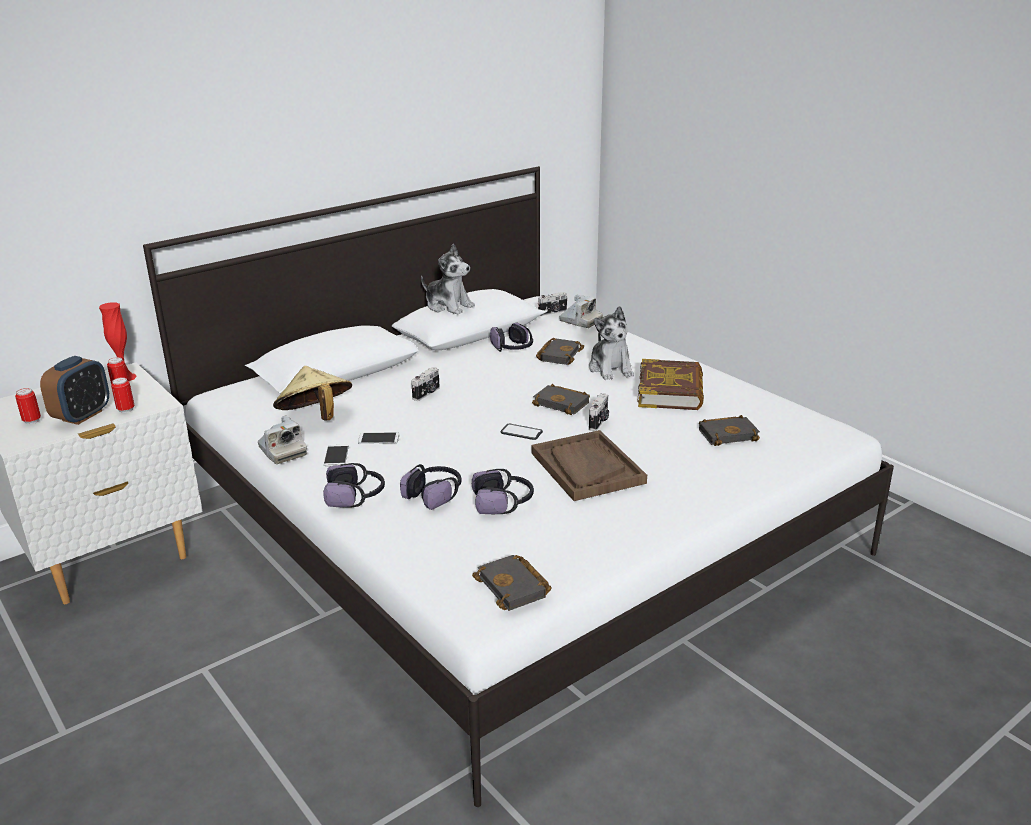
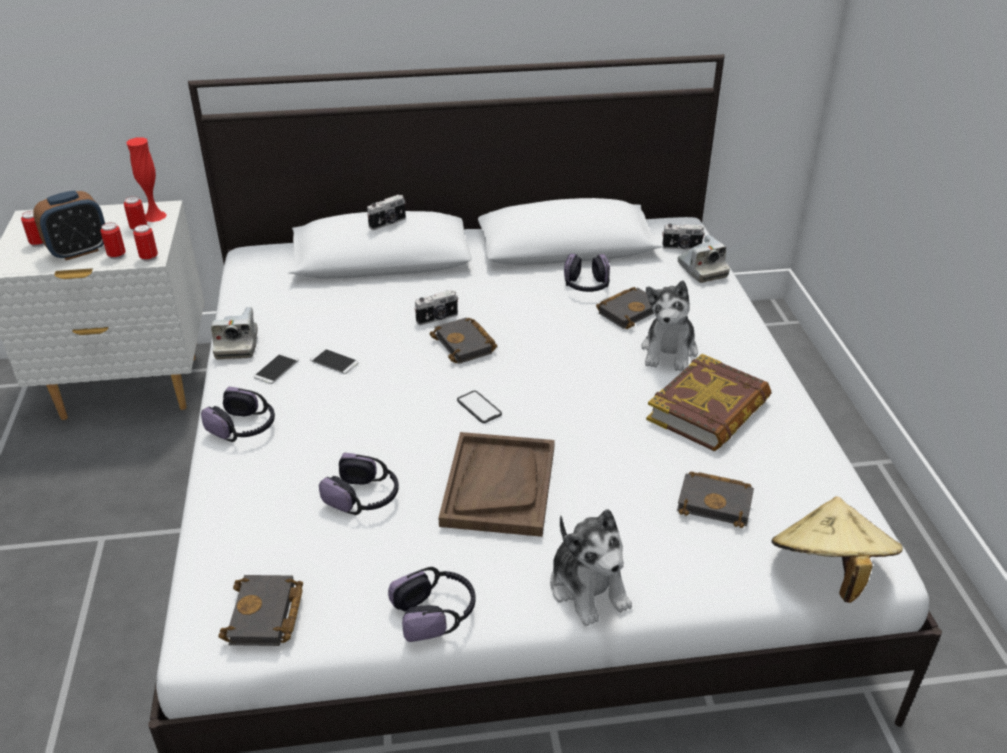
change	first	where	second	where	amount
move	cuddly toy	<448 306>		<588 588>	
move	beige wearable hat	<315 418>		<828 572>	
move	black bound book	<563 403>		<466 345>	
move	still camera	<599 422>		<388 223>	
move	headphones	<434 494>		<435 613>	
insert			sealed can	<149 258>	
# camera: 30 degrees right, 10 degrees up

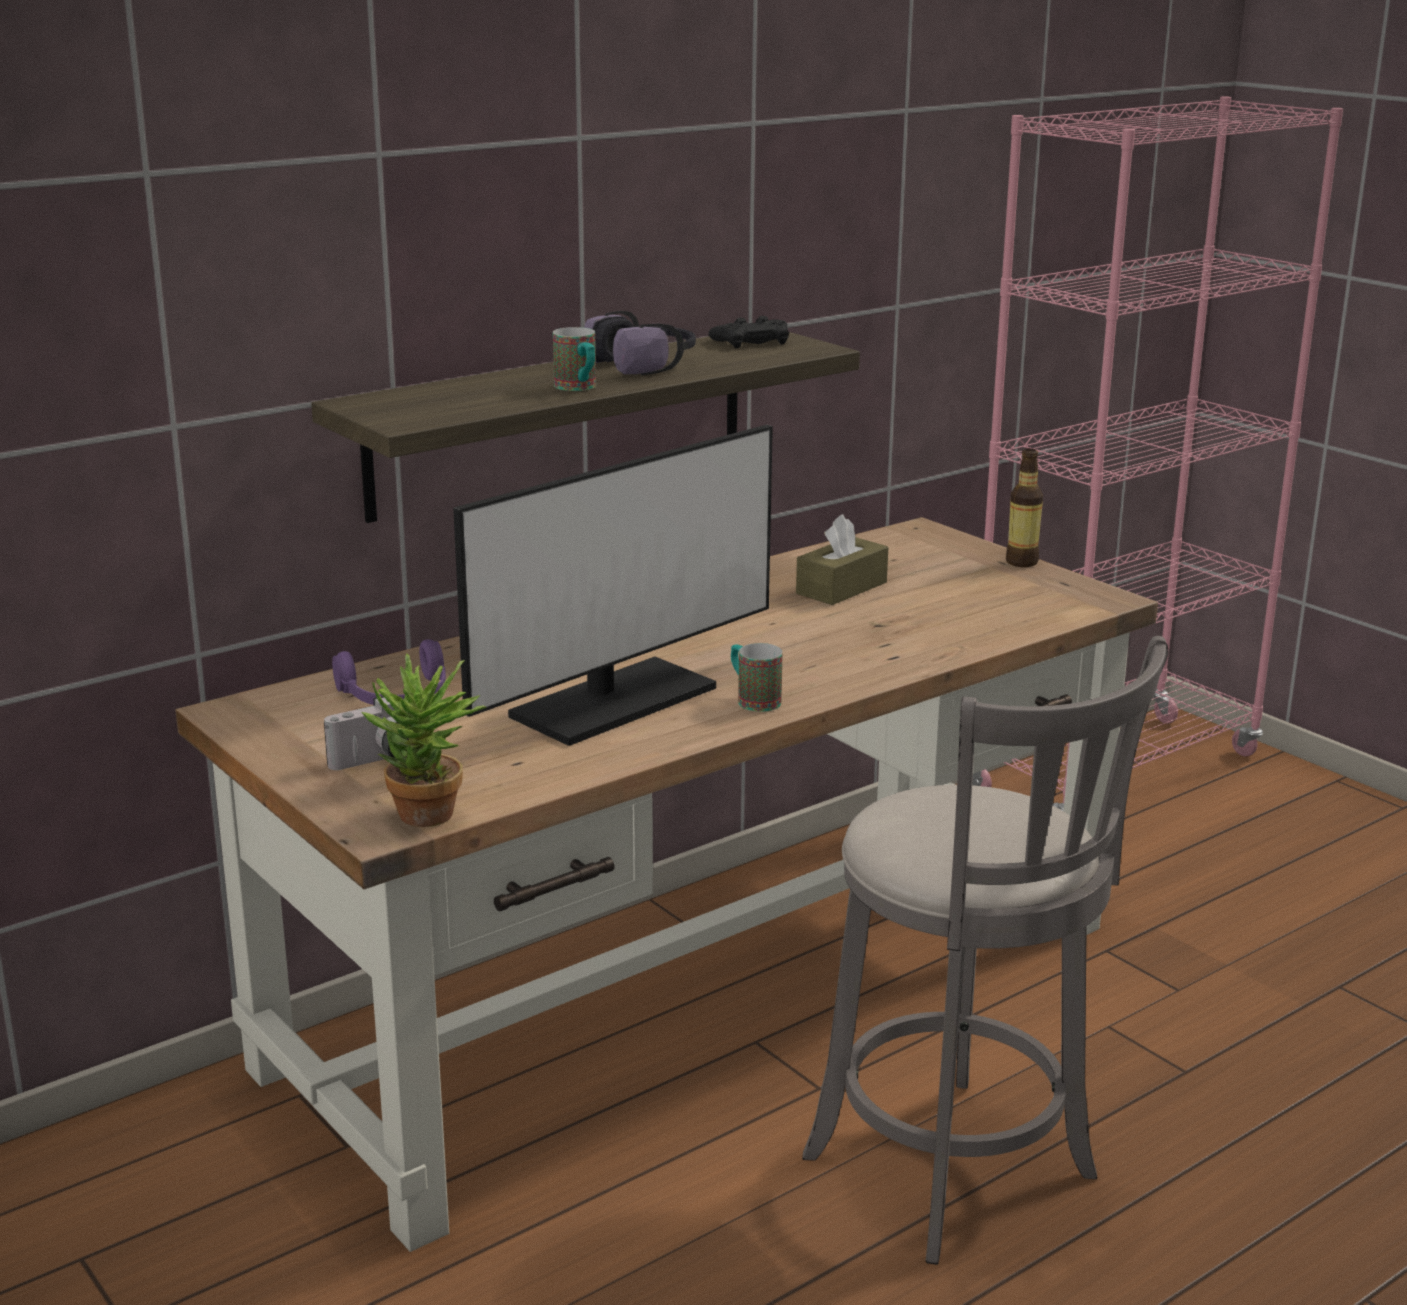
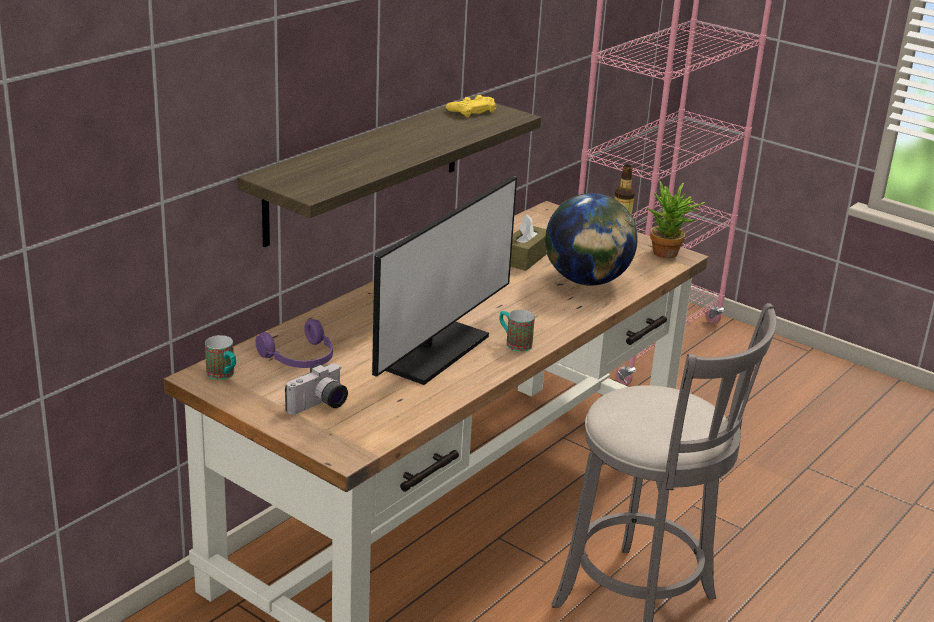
change	first	where	second	where	amount
delete	headphones	<645 365>			
recolor	black game controller	<750 341>	yellow game controller	<472 111>	
move	mug	<579 388>		<223 376>	
move	potted plant	<429 820>		<668 255>	
insert			globe	<586 281>	
# camera: 15 degrees left, 5 degrees up

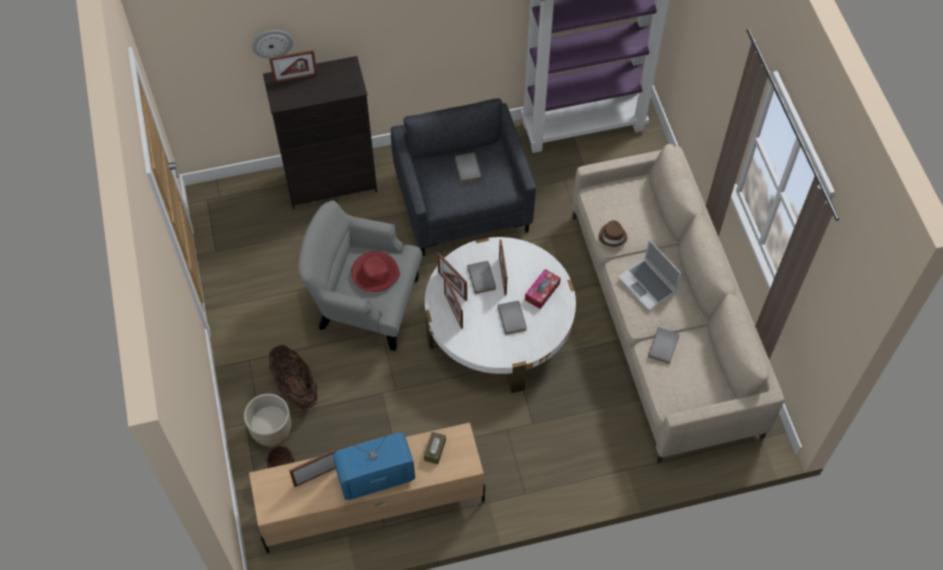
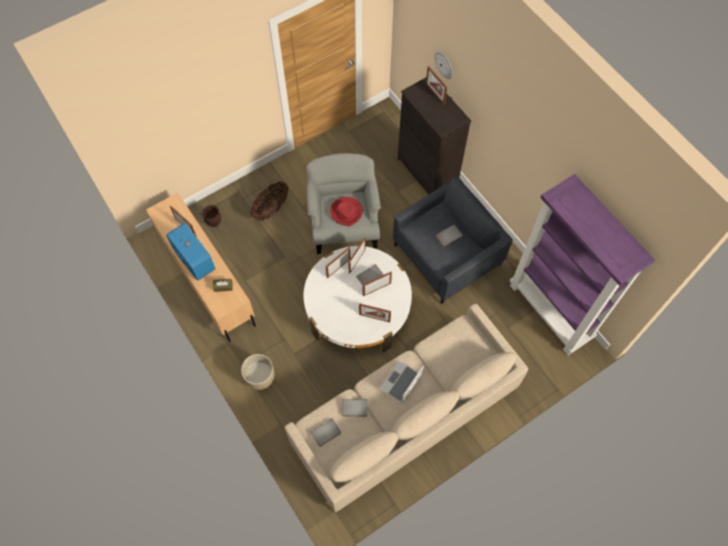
change	first	where	second	where	amount
delete	brown wearable hat	<613 236>			
replace	tissue holder	<542 292>	picture frame	<374 318>	
move	greyish bound book	<513 318>		<326 433>	
move	beige plant pot	<272 431>		<260 378>	
# camera: 70 degrees right, 5 degrees up

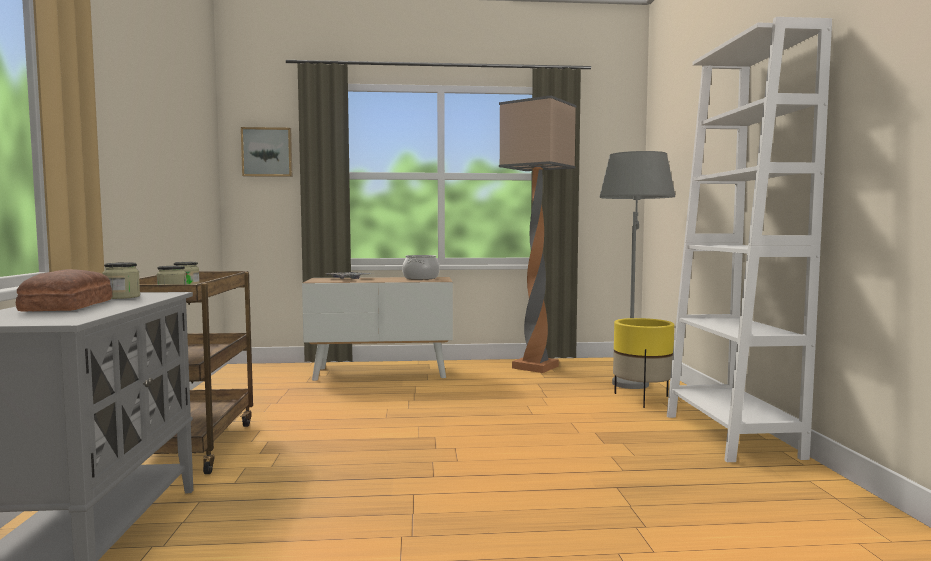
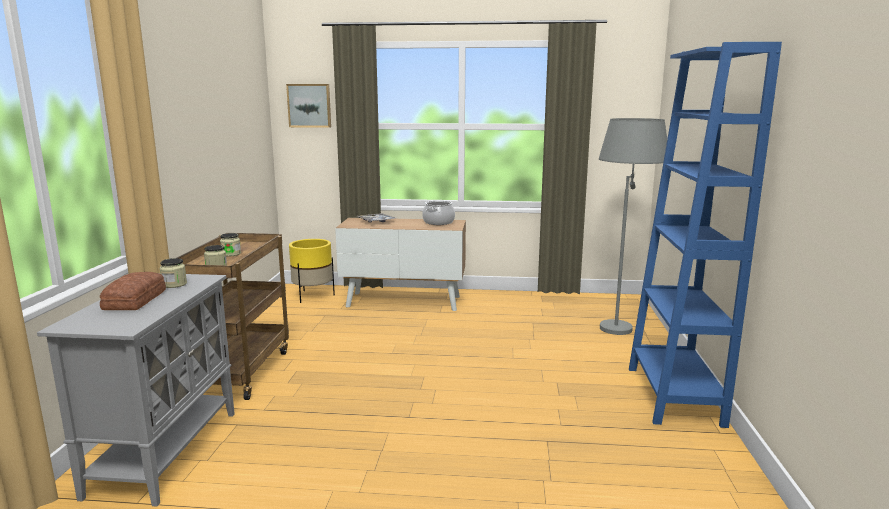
change	first	where	second	where	amount
recolor	whitish shelving unit	<730 435>	blue-coloured shelving unit	<674 395>	
delete	standard lamp	<537 367>			
move	yellow plant pot	<641 399>		<312 296>	
# camera: 10 degrees right, 10 degrees up

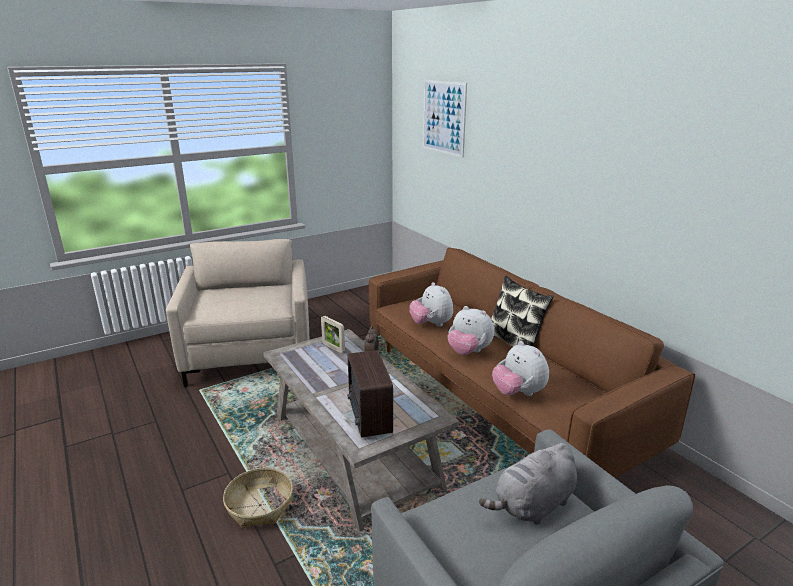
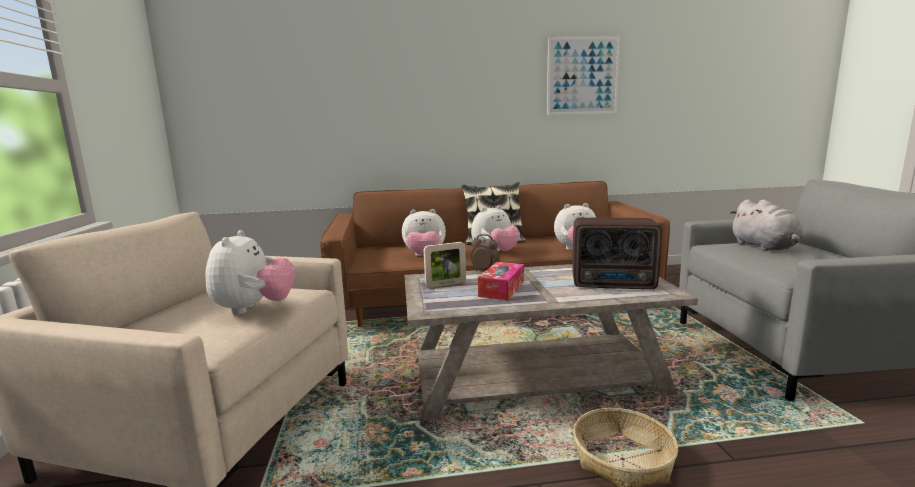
change	first	where	second	where	amount
move	wall art	<444 117>		<582 76>	
insert			cuddly toy	<254 309>	
insert			tissue holder	<501 289>	
# camera: 65 degrees left, 10 degrees down

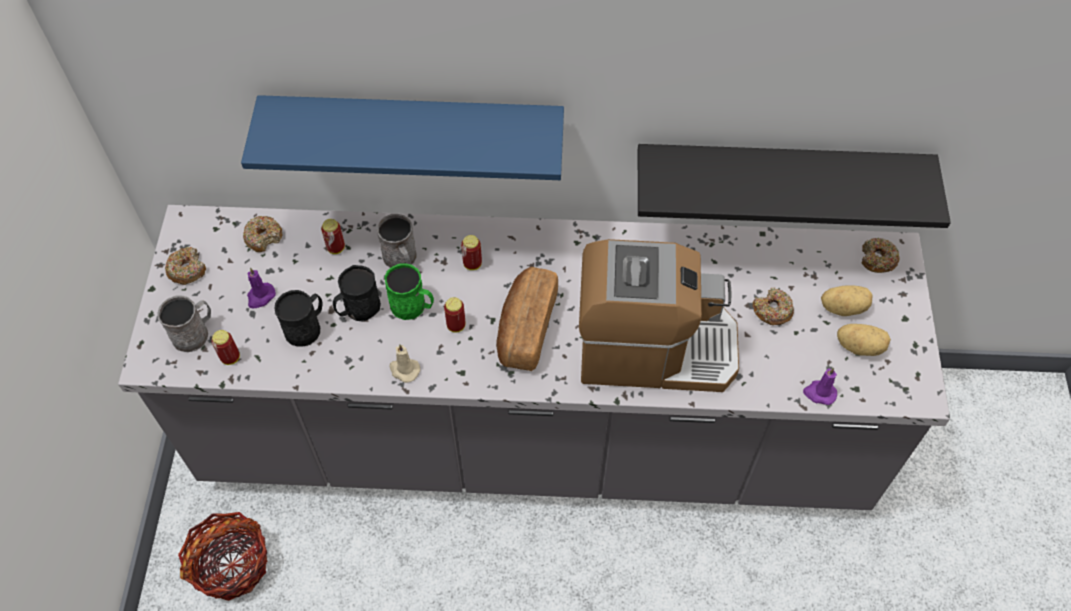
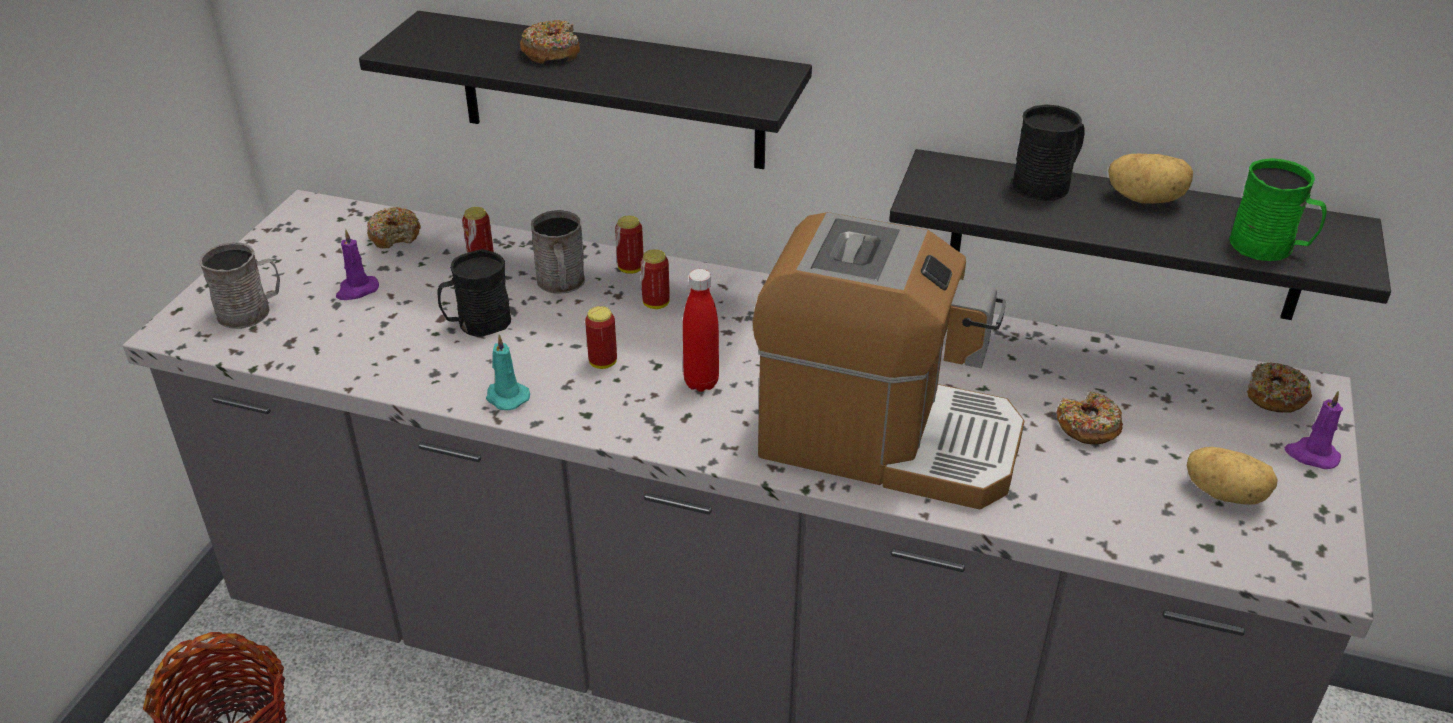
change	first	where	second	where	amount
recolor	blue-coloured shelf	<414 129>	black shelf	<610 91>	
move	ring doughnut	<187 269>		<551 52>	
move	greenish mug	<412 306>		<1270 247>	
replace	bakery bread	<525 328>	reddish beverage bottle	<701 382>	
move	spud	<843 307>		<1145 198>	
move	black mug	<306 327>		<1047 183>	
move	sealed can	<230 358>		<630 268>	
recolor	beige wax light	<404 370>	turquoise-coloured wax light	<506 397>	
move	purple wax light	<819 393>		<1311 455>	
# camera: 15 degrees right, 20 degrees down

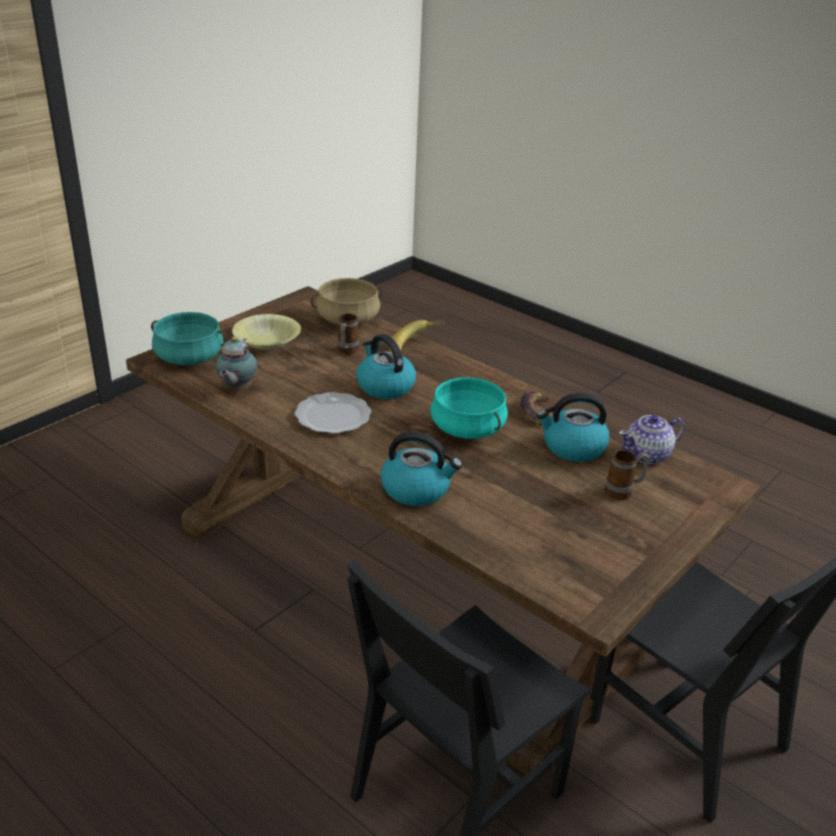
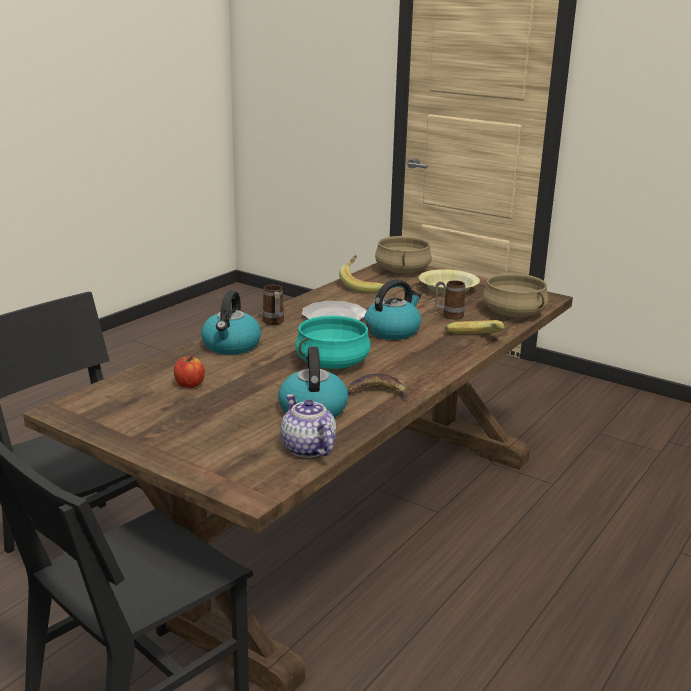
change	first	where	second	where	amount
recolor	turquoise-coloured cooking pot	<190 357>	beige cooking pot	<403 271>	
replace	teapot	<236 389>	whole banana	<362 286>	
move	mug	<623 492>		<274 323>	
insert			apple	<189 384>	
# camera: 85 degrees right, 10 degrees down

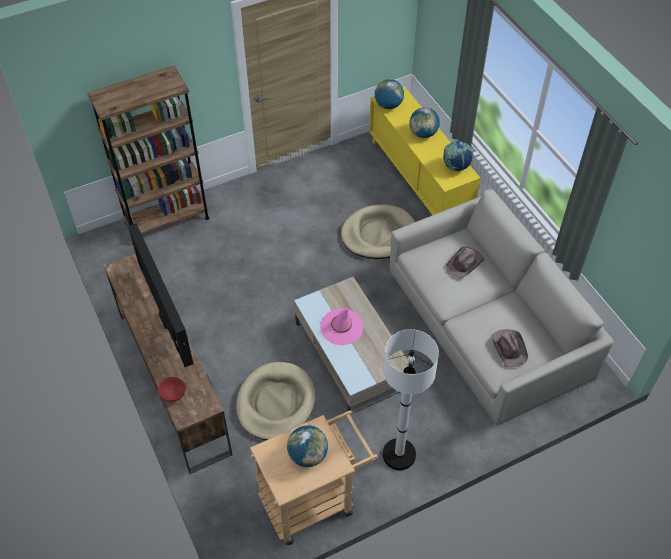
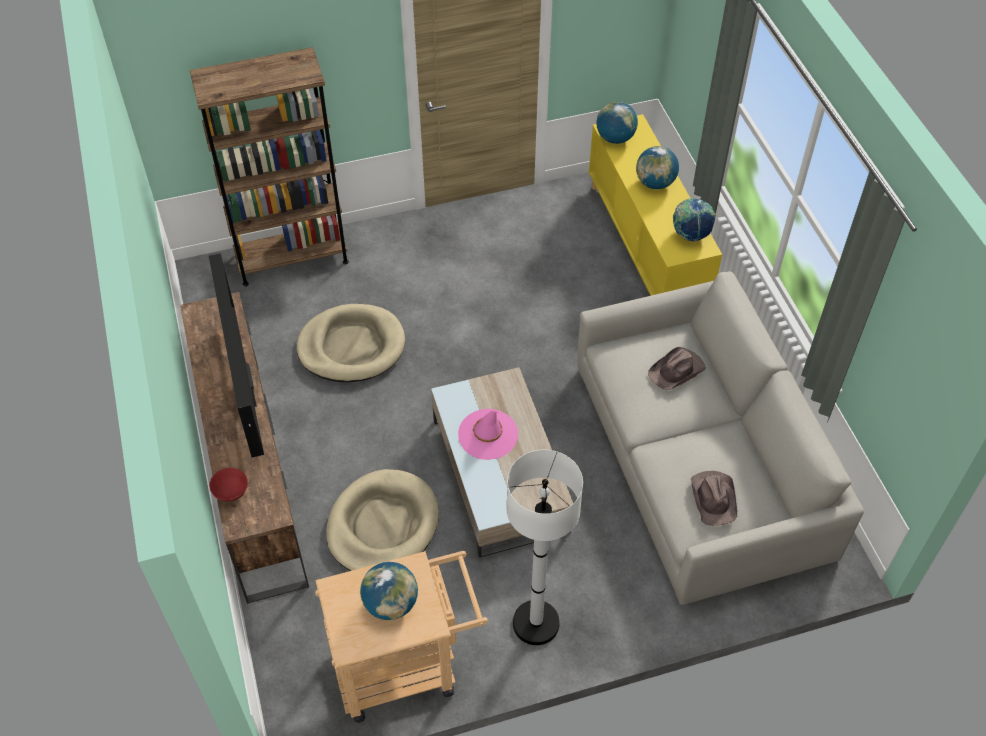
change	first	where	second	where	amount
move	beige dog cushion	<378 234>		<351 346>	
# camera: 10 degrees right, 0 degrees up

